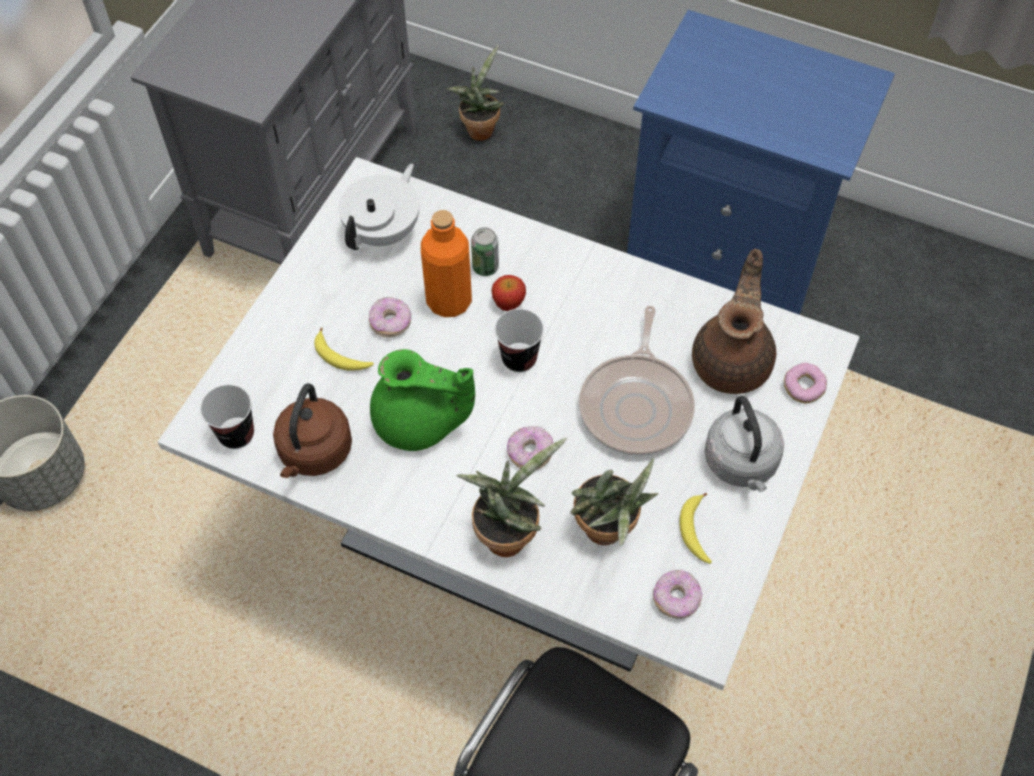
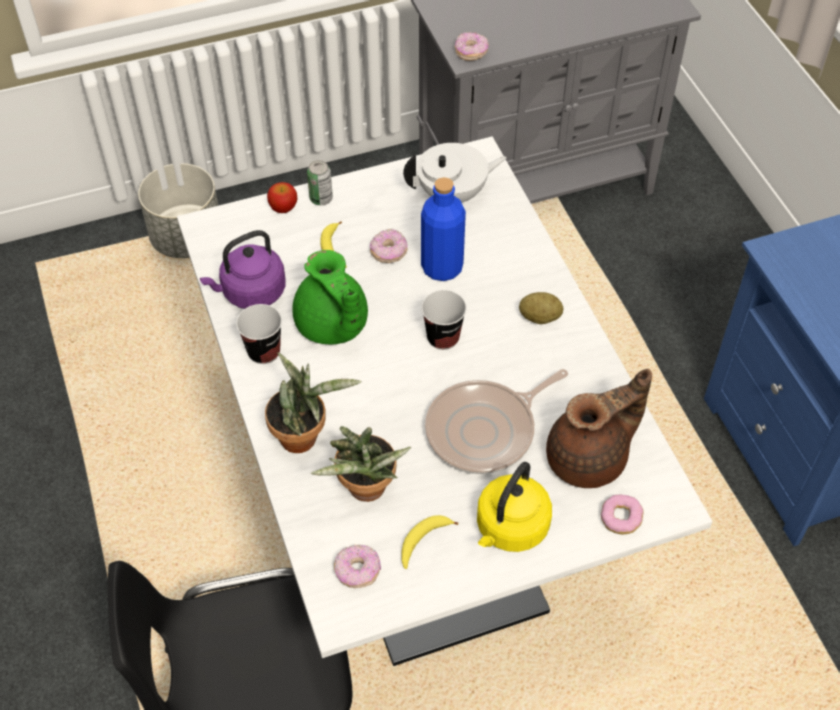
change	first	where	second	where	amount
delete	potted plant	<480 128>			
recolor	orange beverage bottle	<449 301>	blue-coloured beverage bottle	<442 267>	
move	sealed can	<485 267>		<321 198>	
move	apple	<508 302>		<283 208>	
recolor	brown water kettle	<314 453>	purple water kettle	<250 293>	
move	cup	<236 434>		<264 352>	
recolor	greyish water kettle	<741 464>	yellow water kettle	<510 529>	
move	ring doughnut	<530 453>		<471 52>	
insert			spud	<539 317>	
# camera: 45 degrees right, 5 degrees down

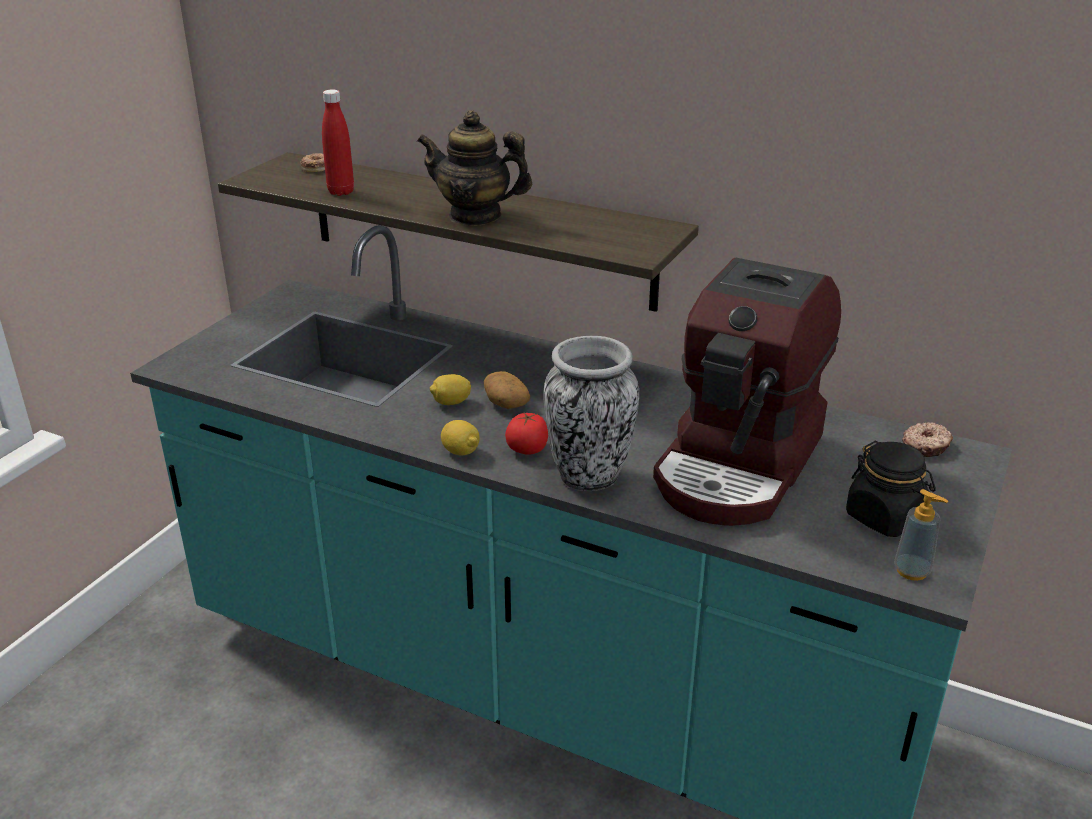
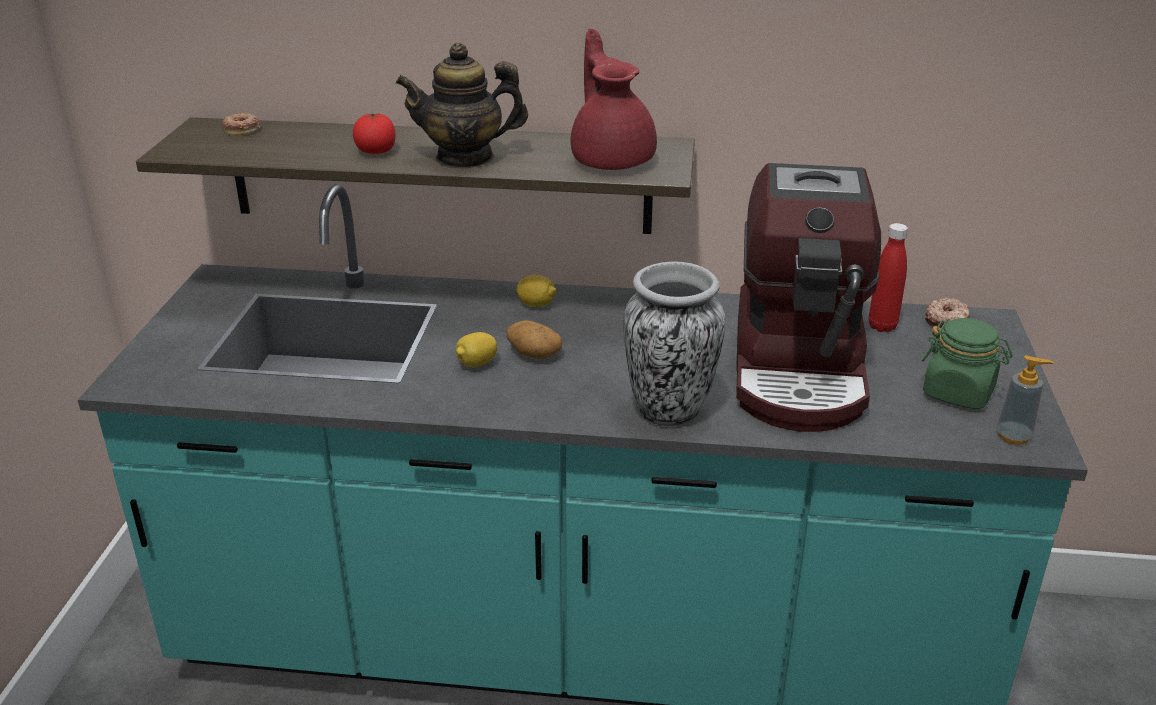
change	first	where	second	where	amount
move	reddish beverage bottle	<341 192>		<882 326>	
move	tomato	<527 449>		<376 151>	
move	lemon	<460 451>		<536 304>	
recolor	black jar	<885 518>	greenish jar	<958 393>	
insert			reddish teapot	<612 159>	
# camera: 20 degrees left, 0 degrees up

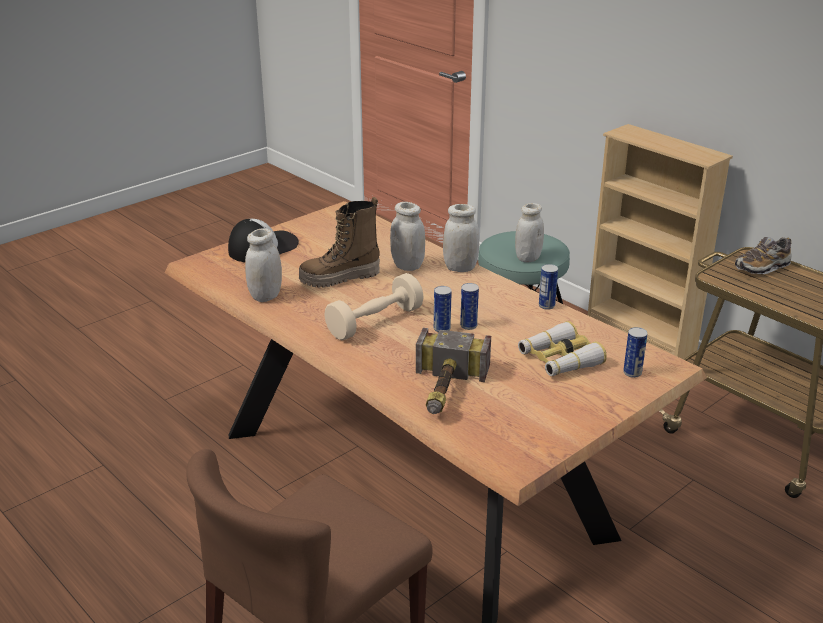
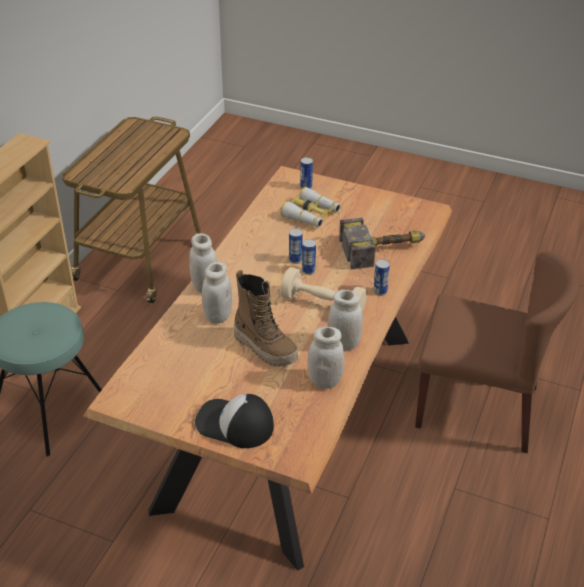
change	first	where	second	where	amount
move	whitish jar	<528 258>		<343 344>	
delete	item of footwear	<762 267>			
move	sealed can	<546 306>		<380 291>	
# camera: 115 degrees left, 10 degrees up

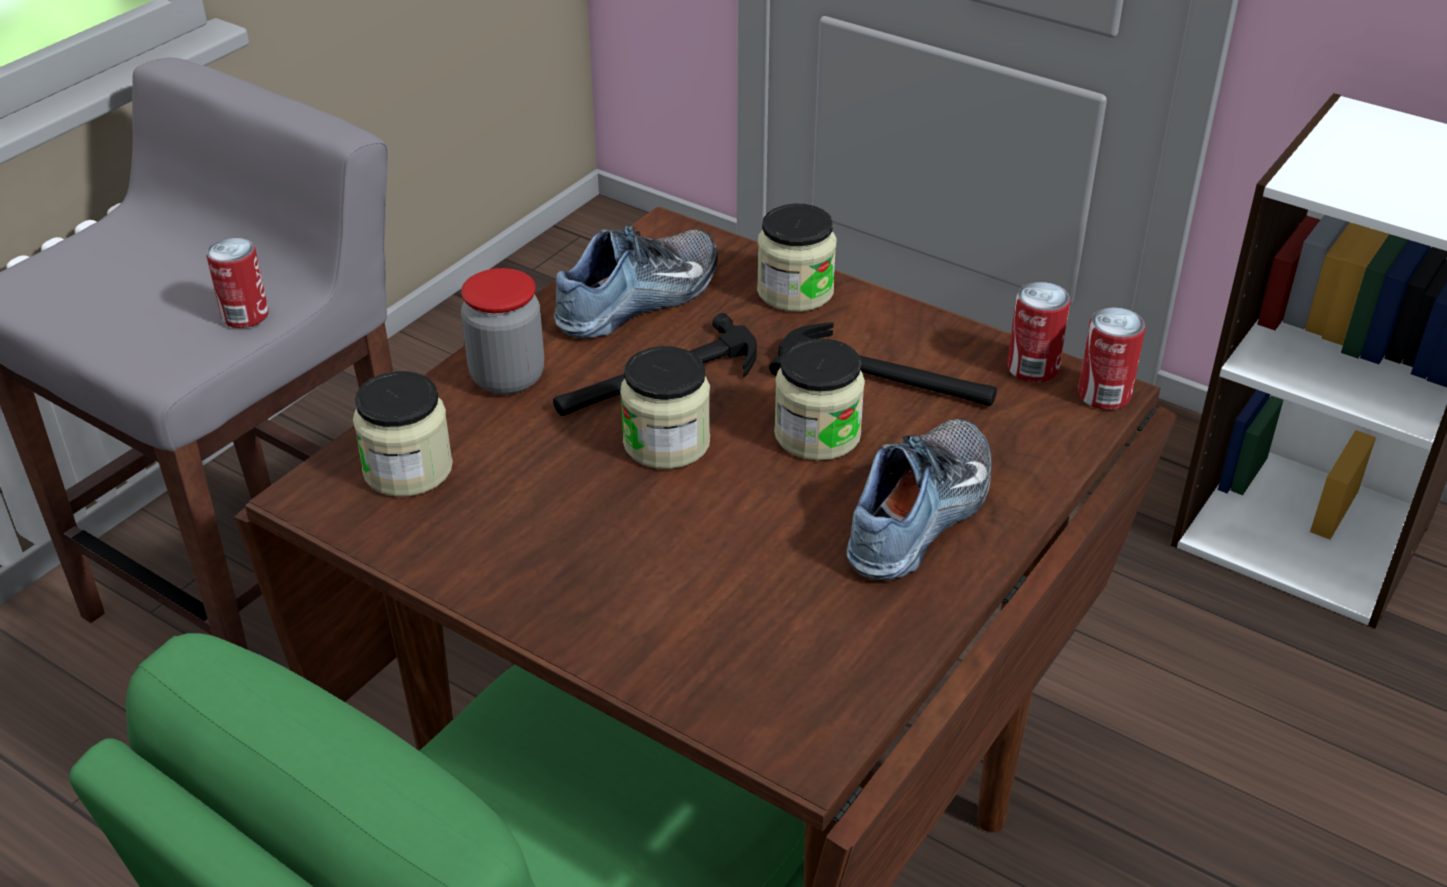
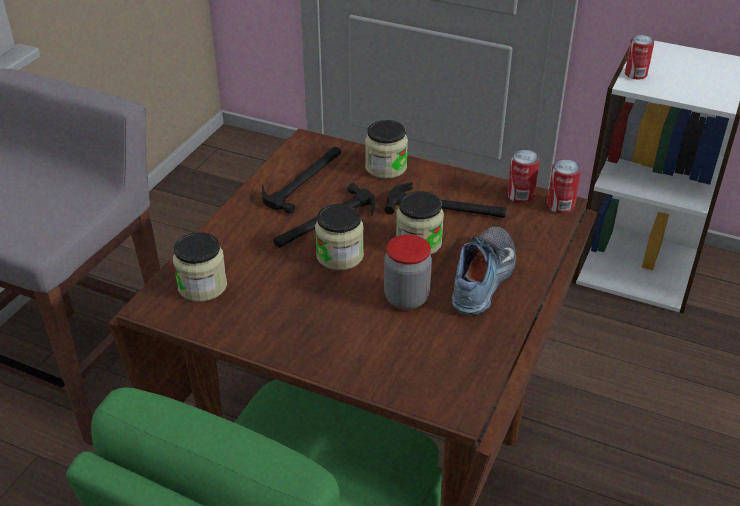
change	first	where	second	where	amount
replace	item of footwear	<641 299>	tool hammer	<304 180>	
move	sealed can	<245 316>		<635 74>	
move	jar	<507 378>		<406 298>	
# camera: 10 degrees left, 0 degrees up

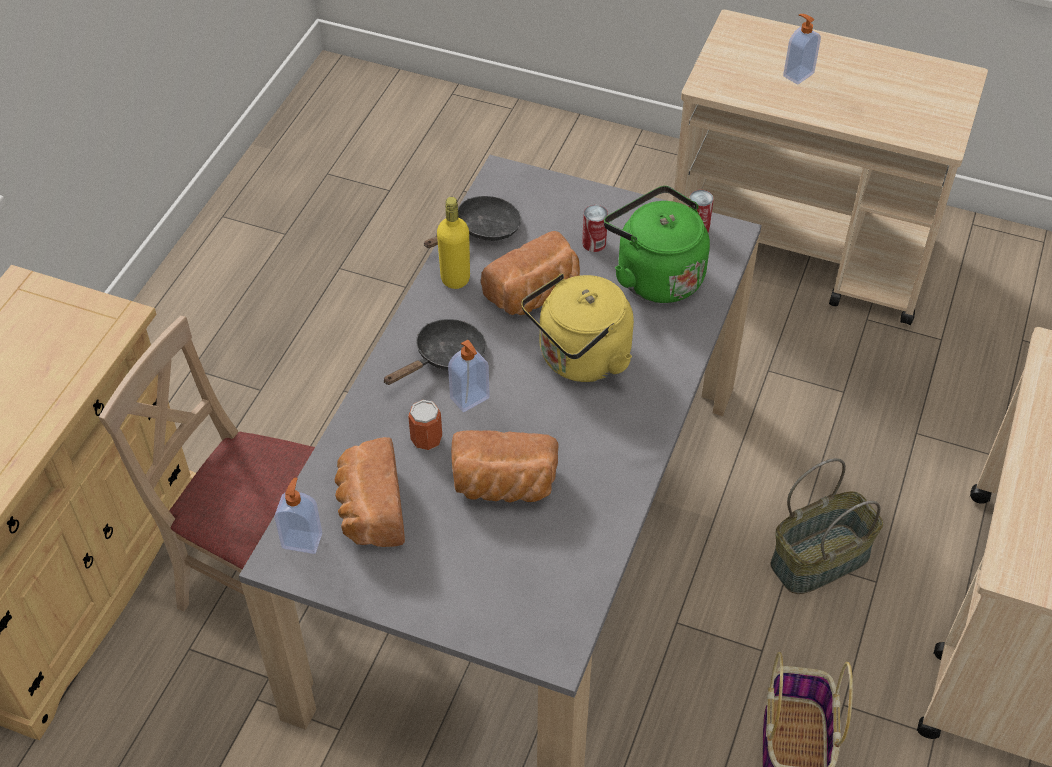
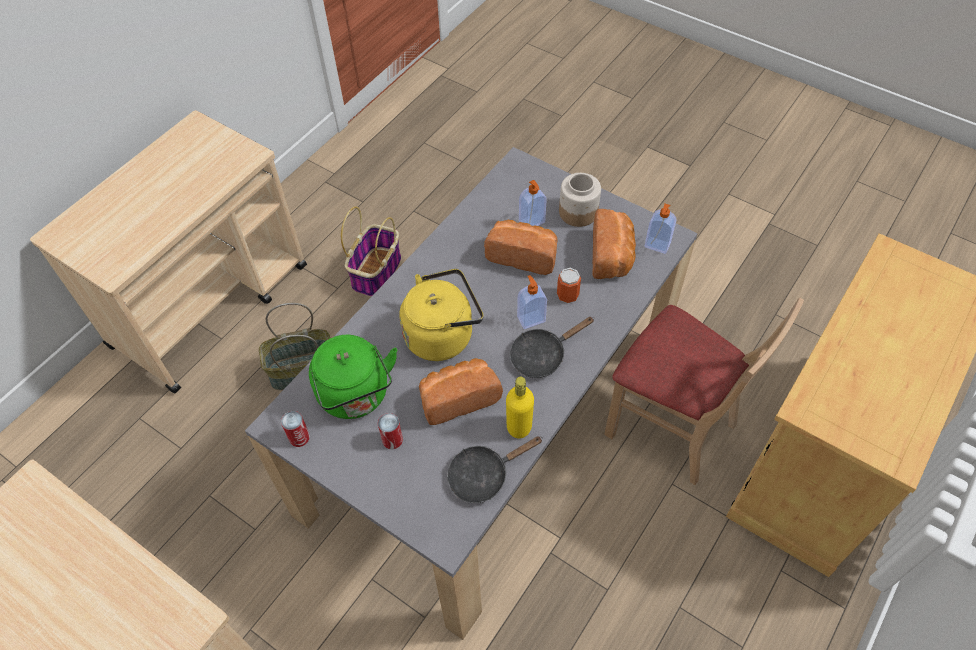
change	first	where	second	where	amount
move	soap bottle	<797 74>		<532 222>	
insert			jar	<577 212>	
# camera: 165 degrees left, 5 degrees up

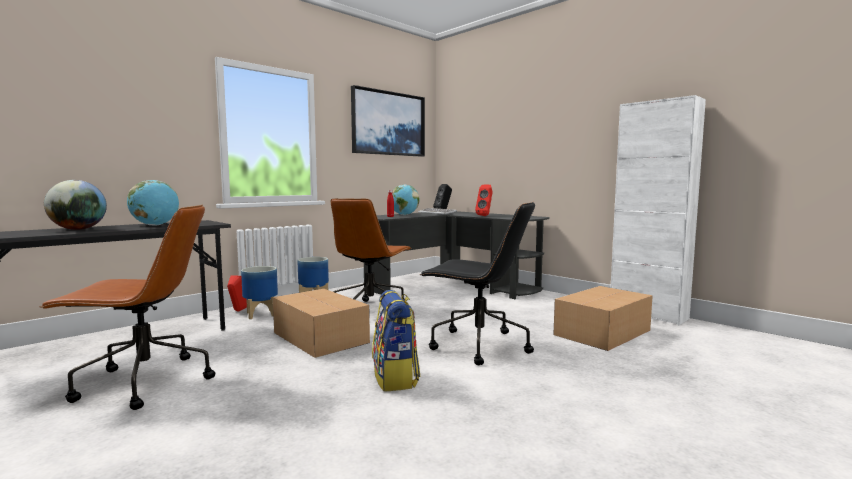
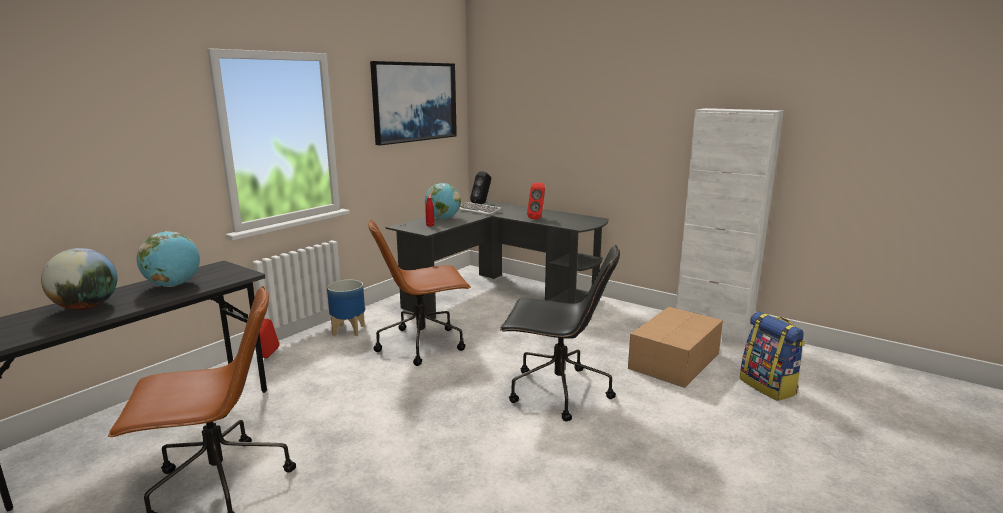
change	first	where	second	where	amount
rotate	brown desk chair	<371 310>		<423 344>	60 degrees clockwise
delete	plant pot	<261 314>			
delete	cardboard box	<320 337>			
move	rucksack	<396 378>		<768 387>	
# camera: 10 degrees left, 10 degrees up

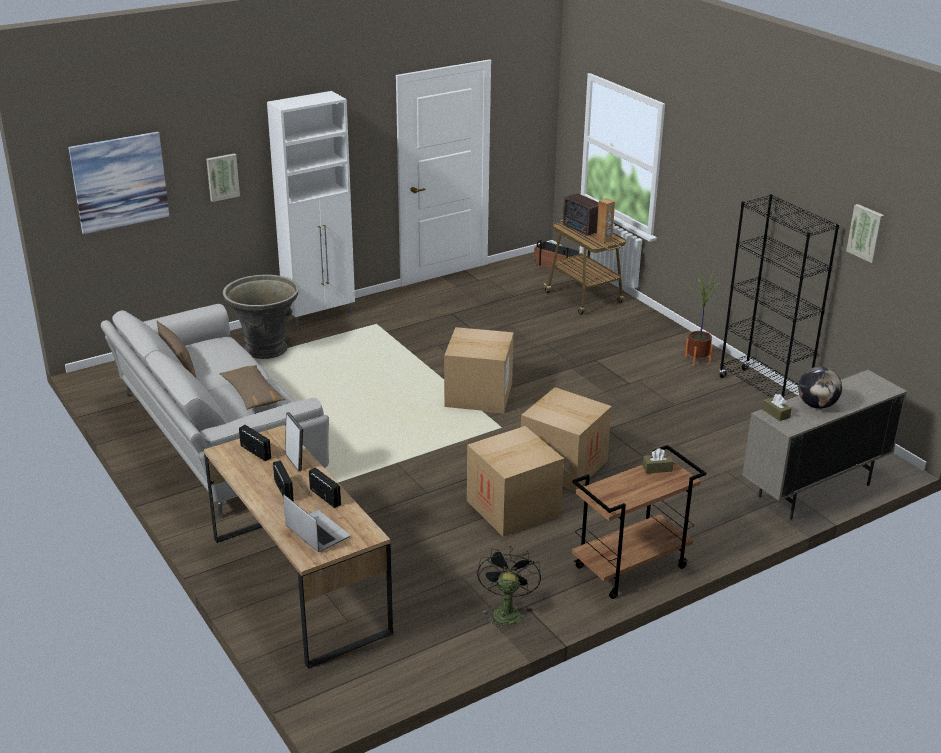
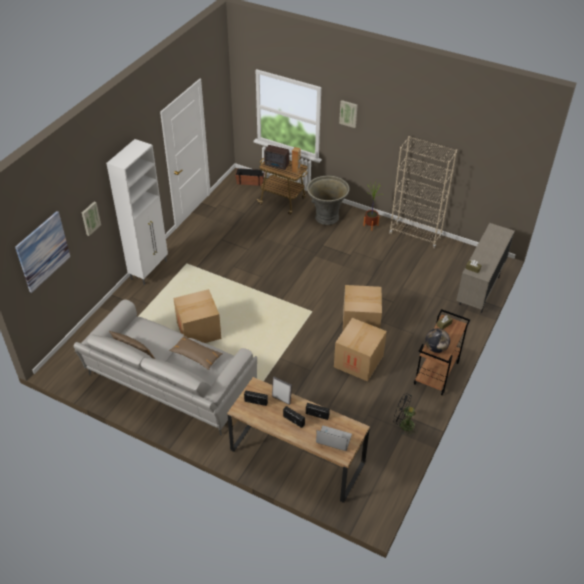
change	first	where	second	where	amount
recolor	black shelving unit	<762 392>	beige shelving unit	<415 235>	
move	wall art	<866 233>		<348 113>	
move	greyish plant pot	<266 348>		<326 217>	
move	cardboard box	<478 395>		<199 331>	
move	globe	<817 405>		<436 348>	
rotate	black fan	<506 611>		<403 424>	45 degrees counterclockwise
# camera: 30 degrees left, 15 degrees up

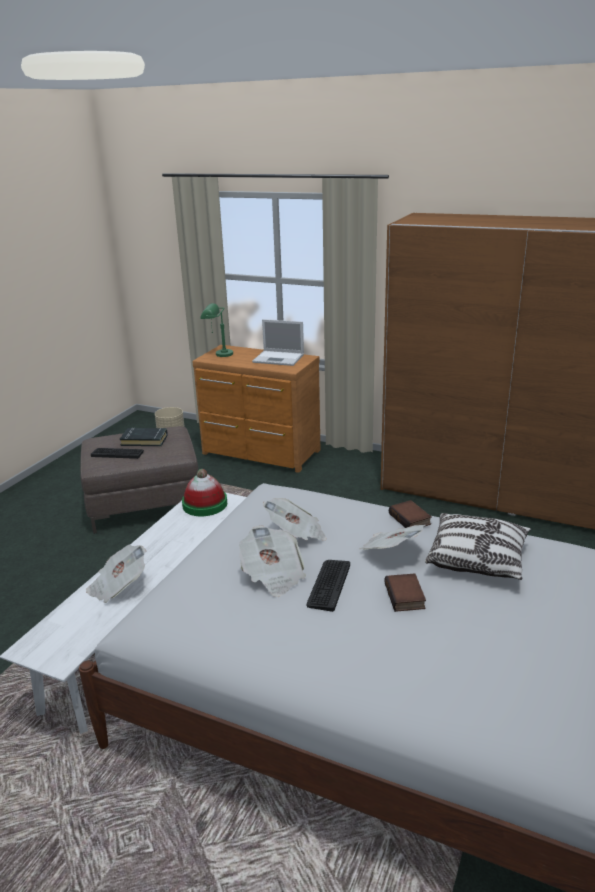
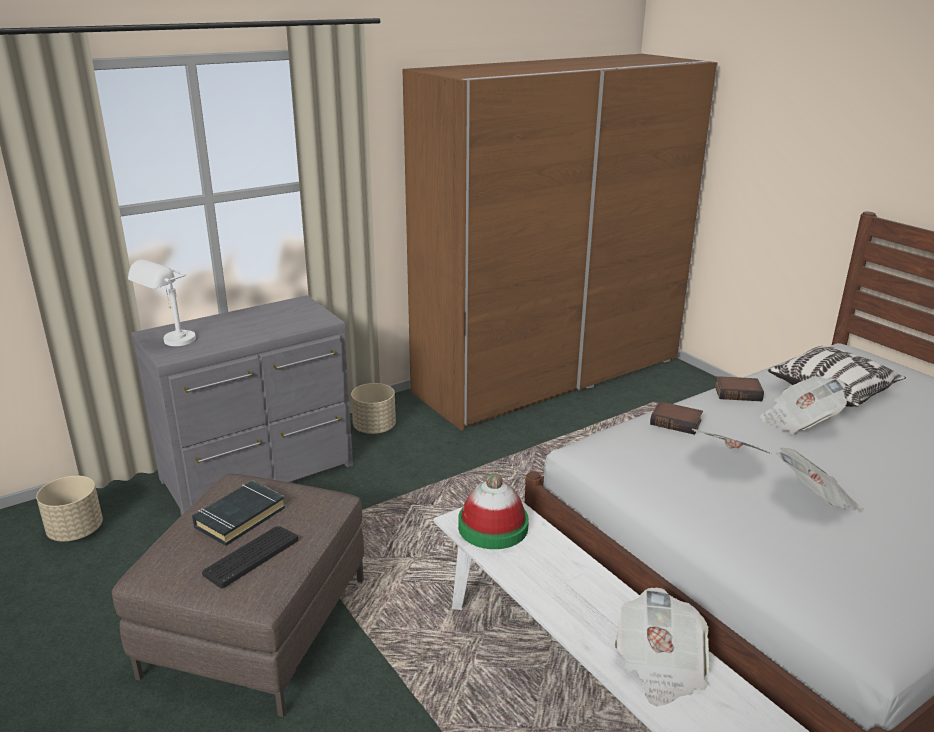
change	first	where	second	where	amount
recolor	greenish lamp for a table	<218 354>	whitish lamp for a table	<171 344>	
delete	laptop	<279 358>			
recolor	brown dresser	<260 453>	greyish dresser	<260 473>	
delete	PC keyboard	<328 585>			
move	bound book	<406 596>		<677 422>	
insert			beige plant pot	<375 428>	
# camera: 60 degrees left, 0 degrees up

